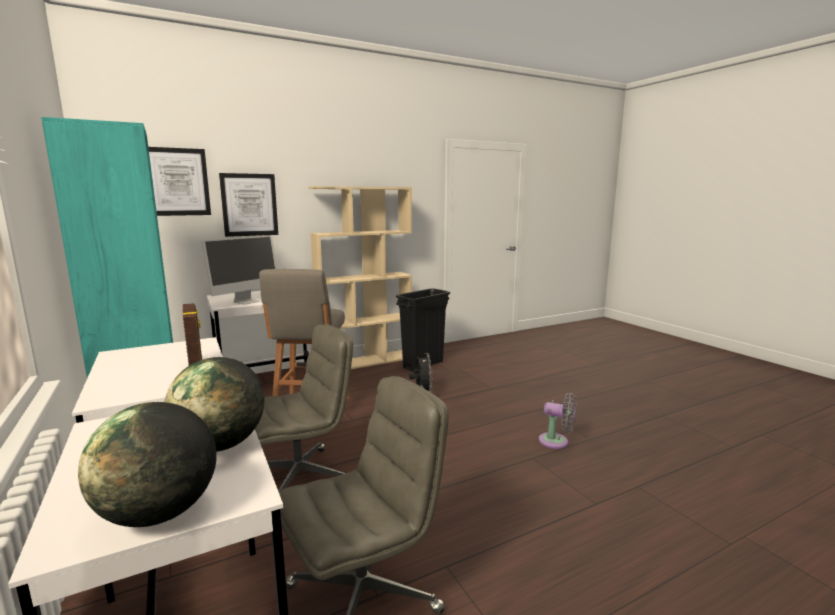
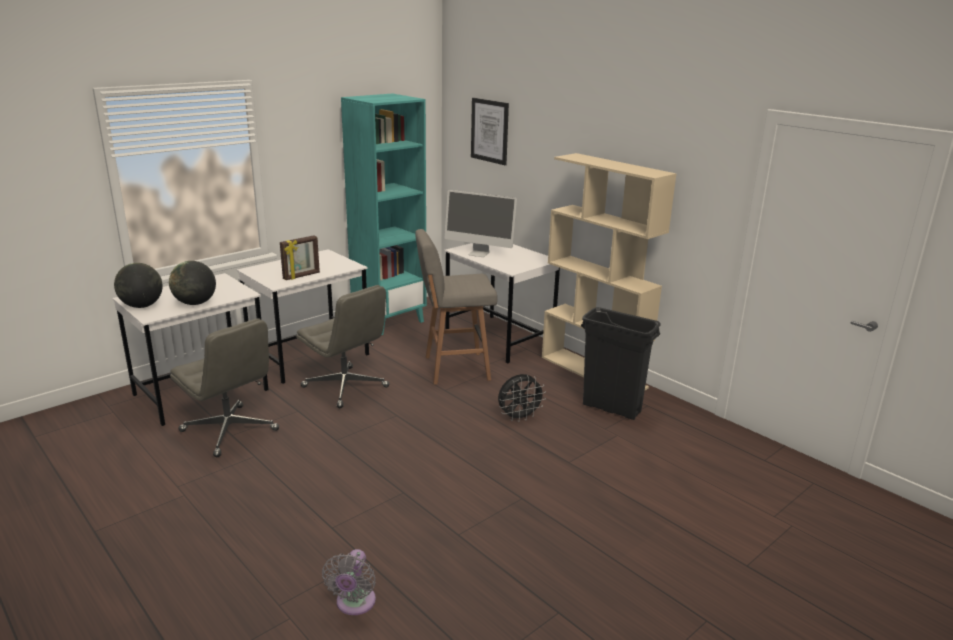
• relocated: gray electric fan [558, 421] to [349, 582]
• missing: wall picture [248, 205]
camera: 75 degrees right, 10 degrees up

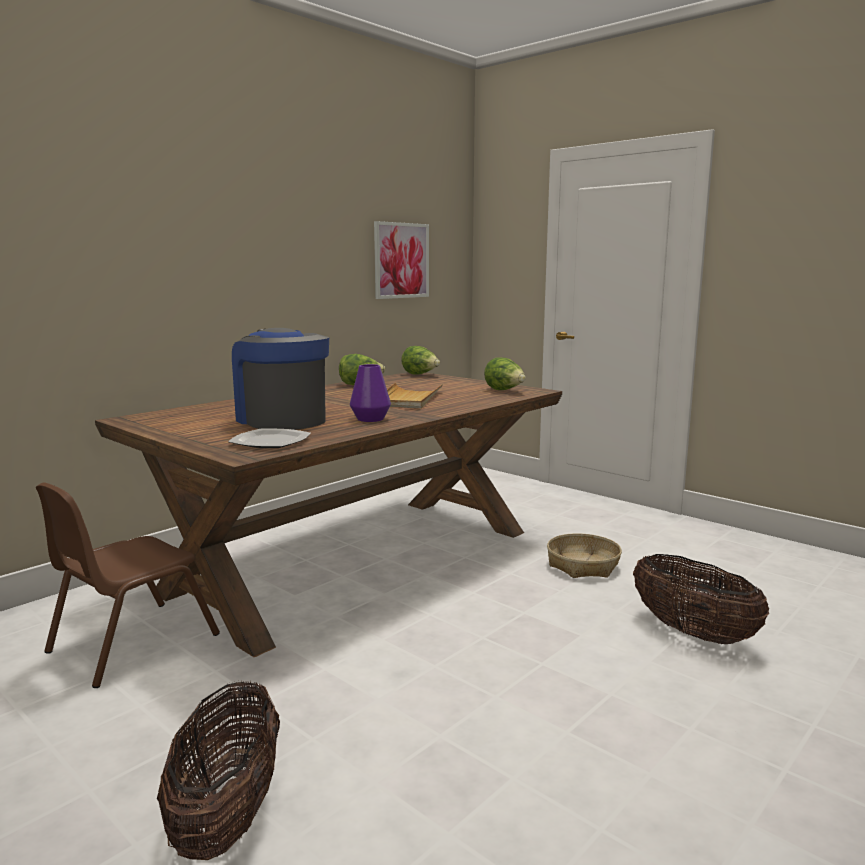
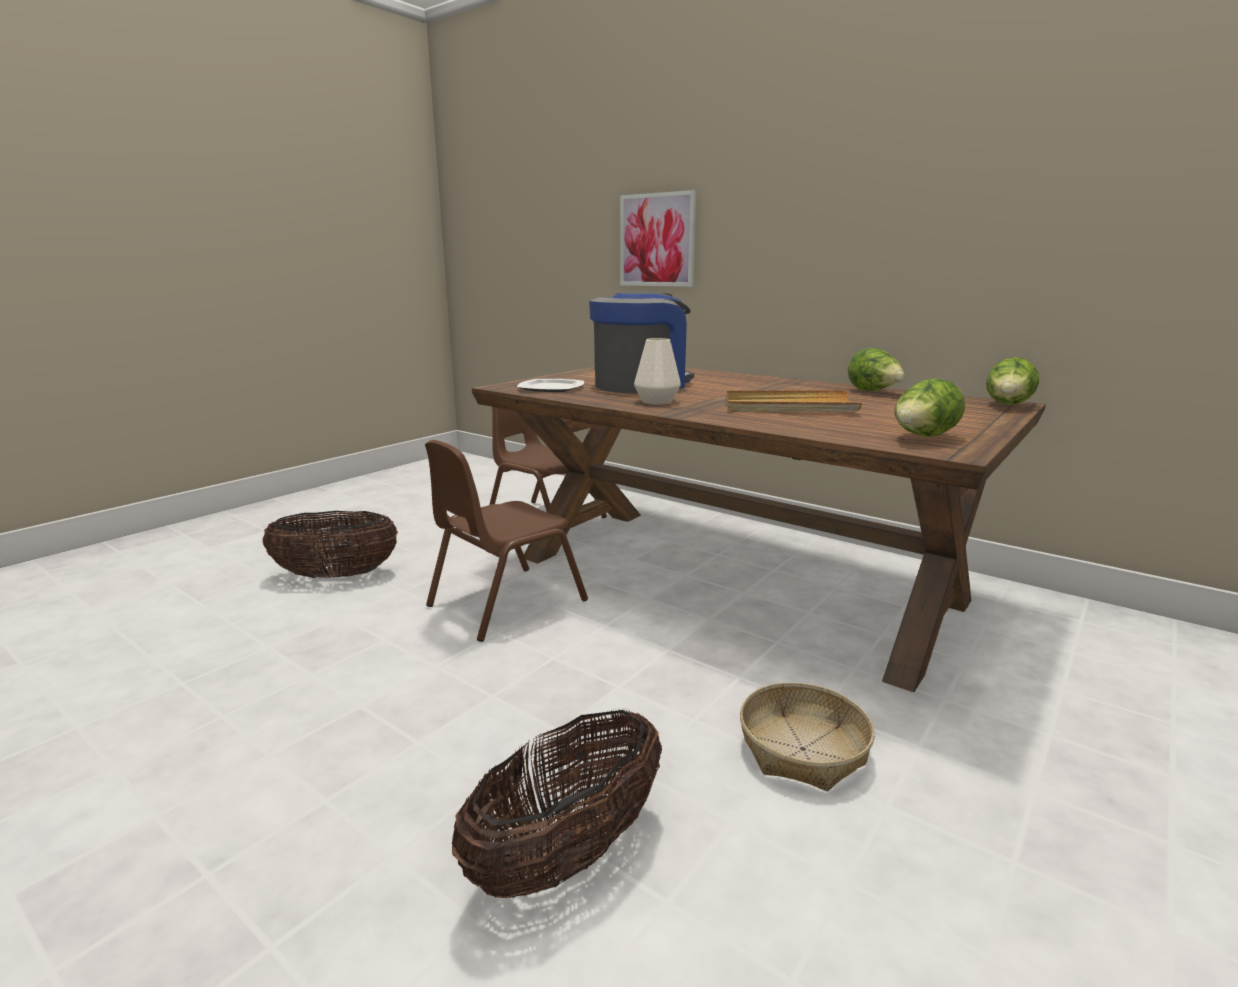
• appeared: brownish plain chair [506, 541]
• relocated: wall picture [401, 260] to [658, 238]
• colour: purple-coloured vase [370, 393] to white vase [657, 371]
camera: 85 degrees right, 5 degrees up

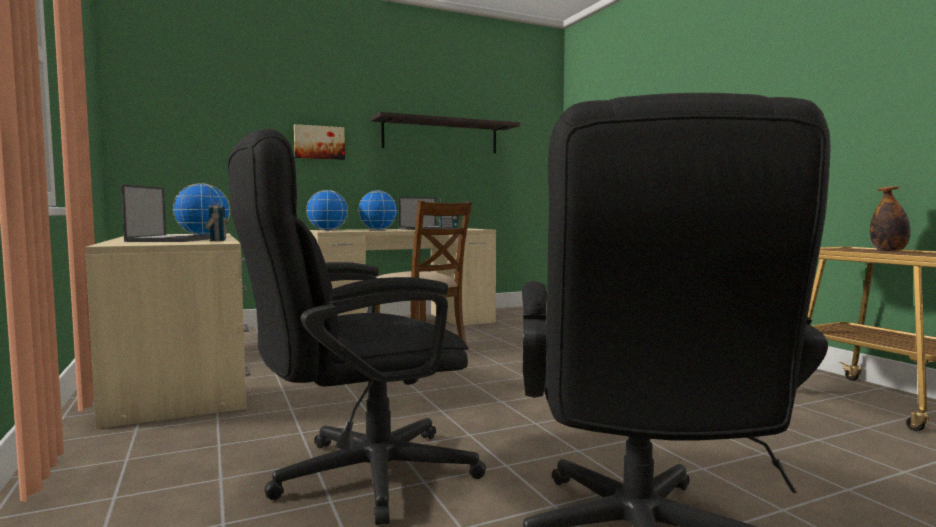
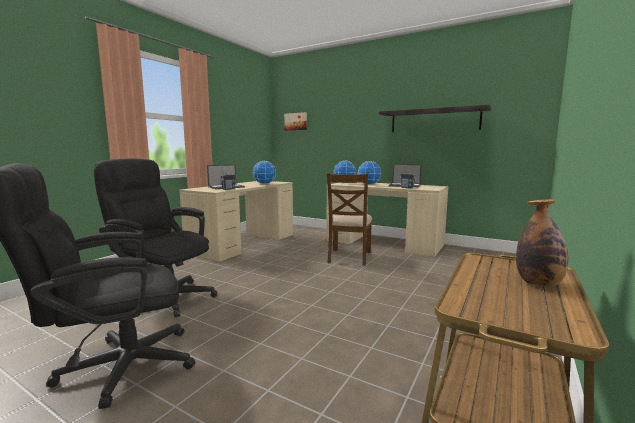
• relocated: wall picture [319, 142] to [295, 121]
camera: 55 degrees right, 5 degrees up

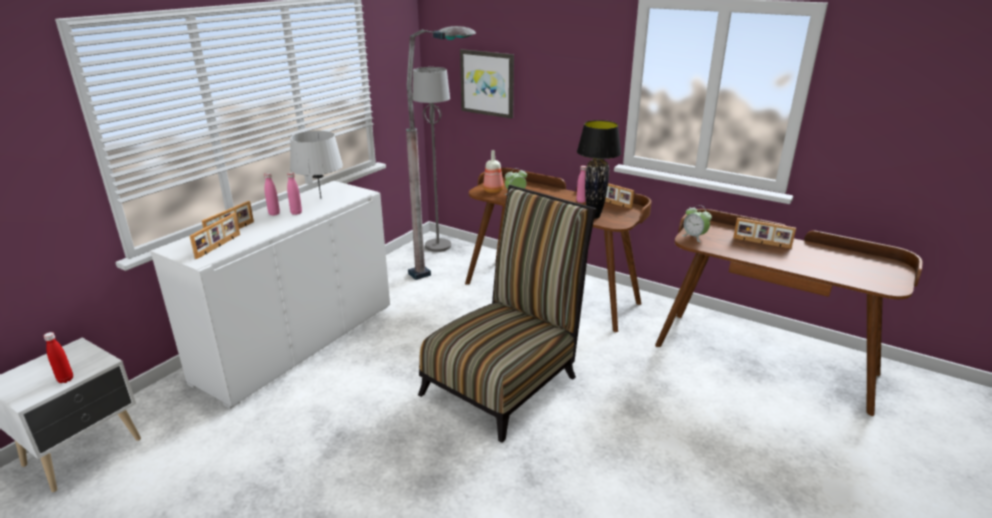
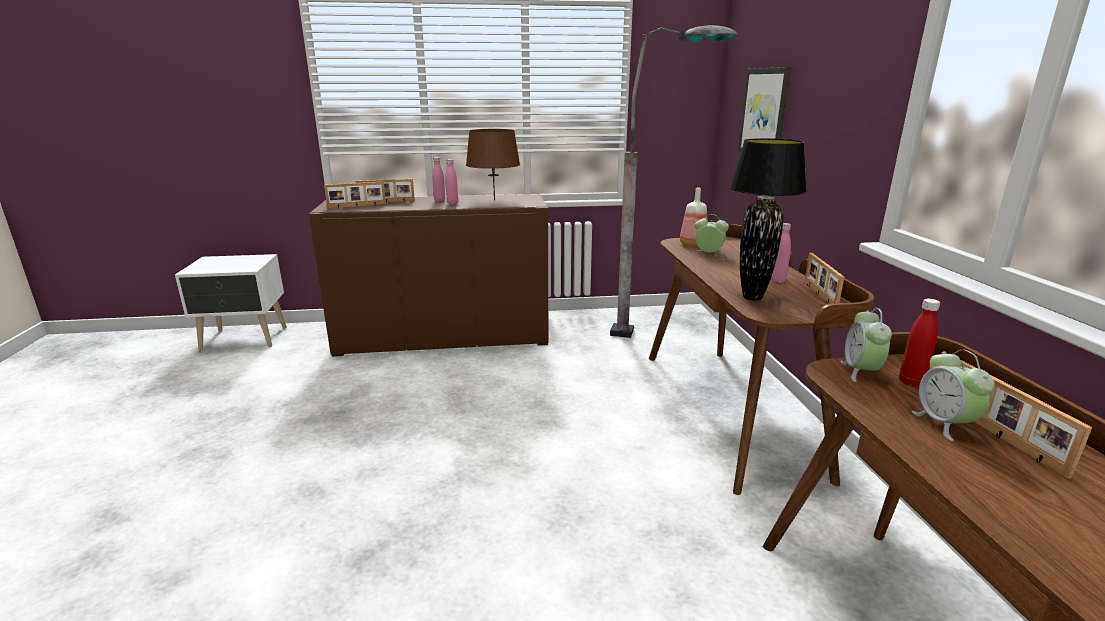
• colour: white storage cabinet [270, 295] to brownish storage cabinet [428, 275]
• colour: gray lamp for a table [316, 164] to brownish lamp for a table [493, 165]
• relocated: red bottle [58, 357] to [919, 343]
• appeared: alarm clock [952, 395]
• missing: gray standing lamp [432, 159]
• missing: plain chair [507, 314]
camera: 50 degrees right, 5 degrees down

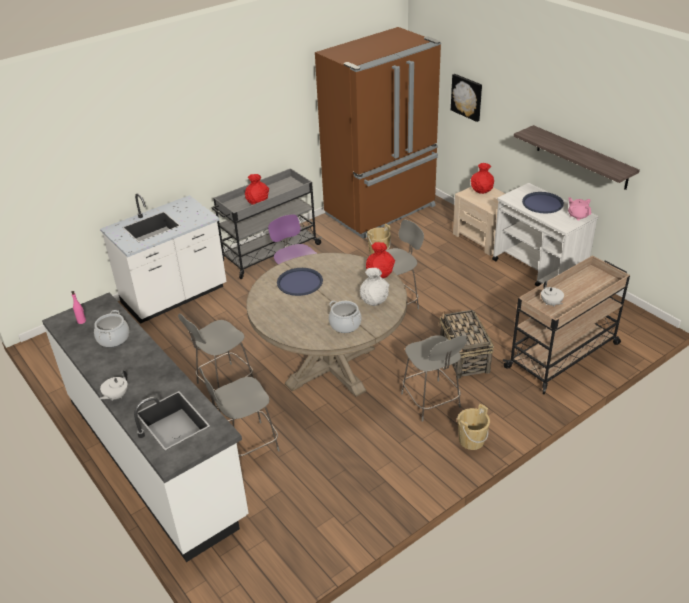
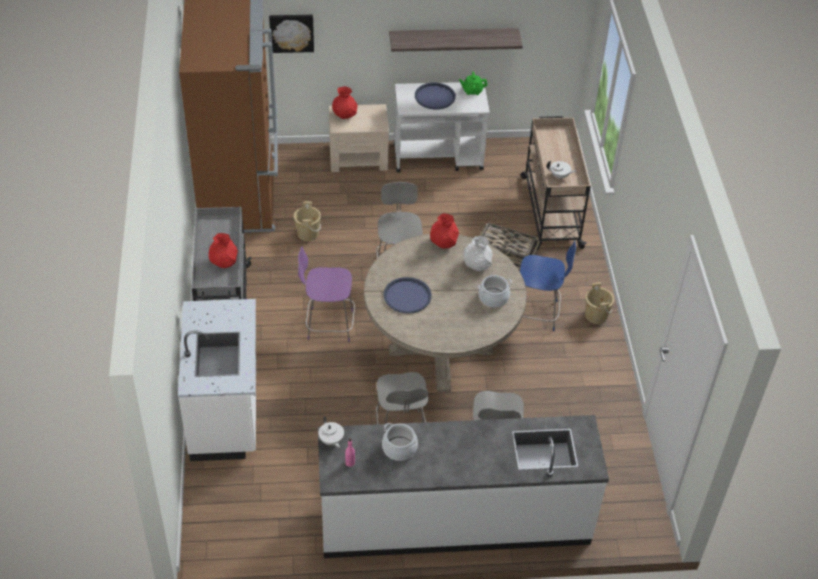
• relocated: white tea pot [113, 385] to [331, 432]
• colour: pink tea pot [579, 208] to greenish tea pot [473, 83]
• colour: gray plain chair [434, 378] to blue-coloured plain chair [548, 285]
camera: 60 degrees left, 10 degrees up

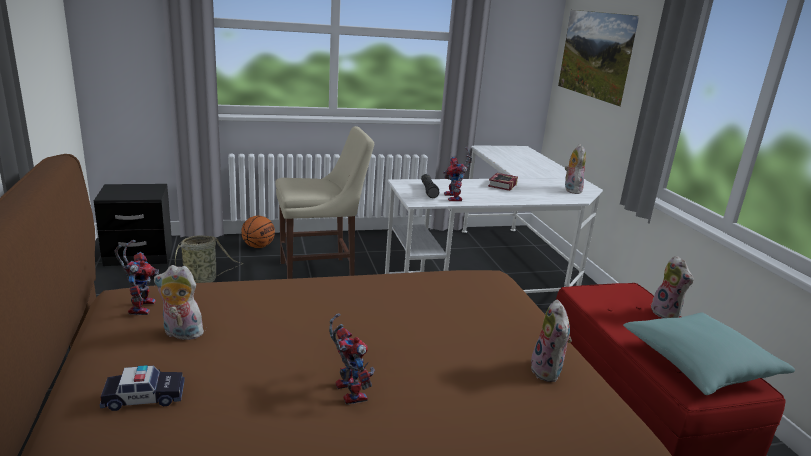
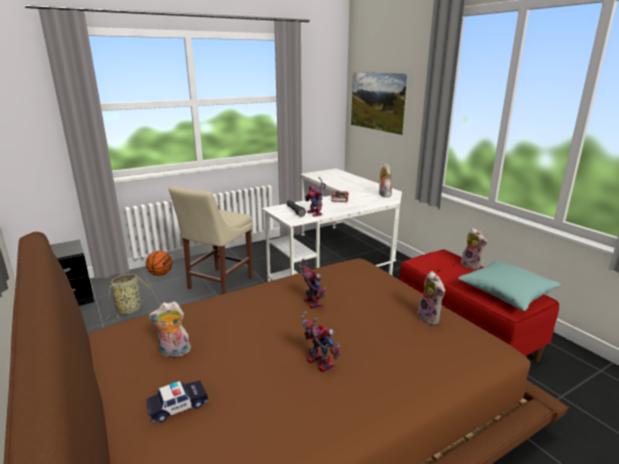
• spun: beige-coloured plain chair [324, 202] = [211, 240] 150 degrees clockwise
• relocated: model robot [136, 277] to [312, 283]
camera: 15 degrees left, 0 degrees up

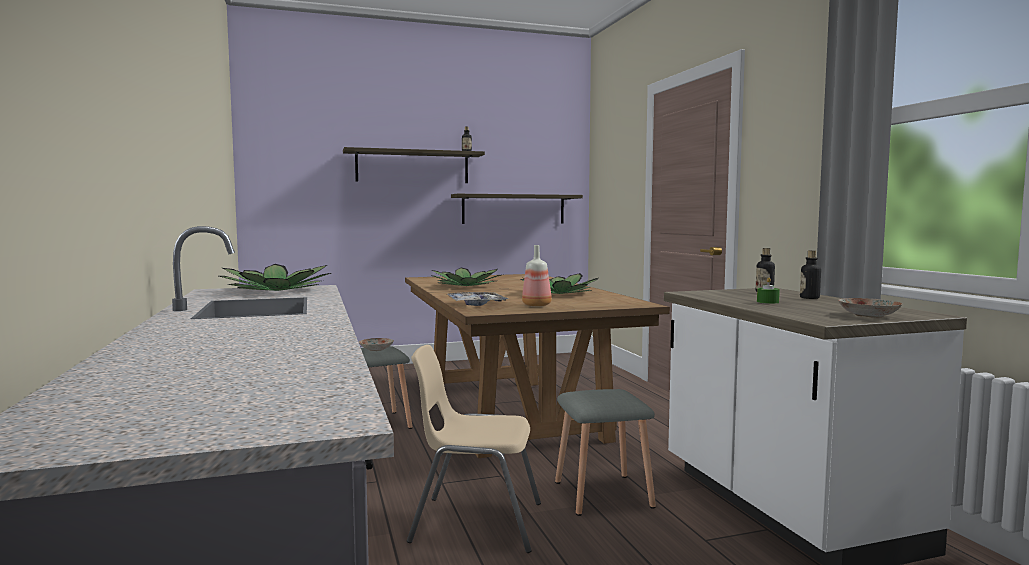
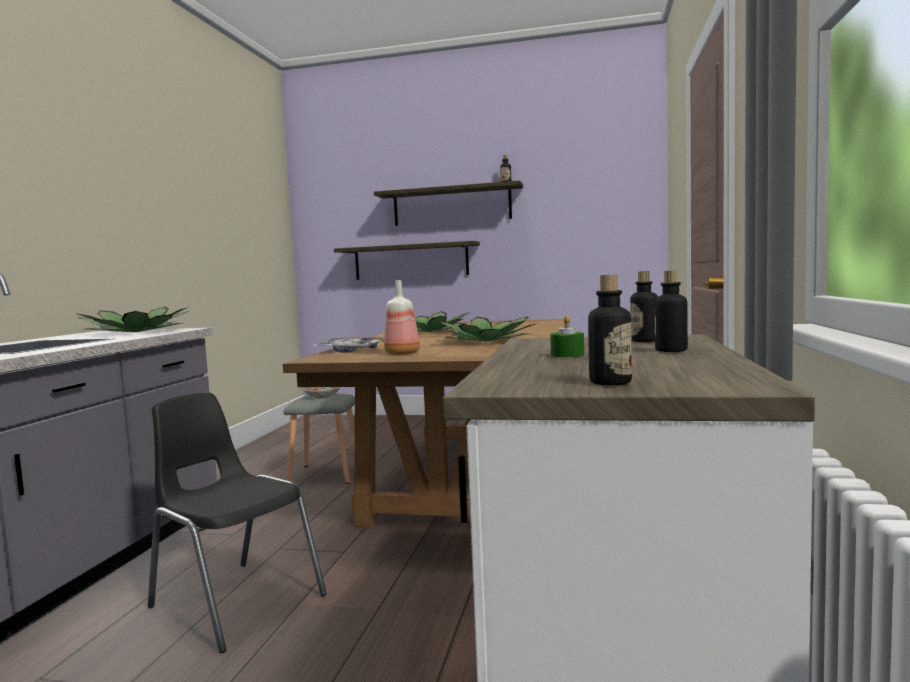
• colour: beige-coloured plain chair [474, 449] to black plain chair [237, 523]
• relocated: wall shelf [517, 209] to [407, 260]
• exchanged: dinner plate [870, 308] to bottle [610, 330]
• missing: gray stool [605, 452]
camera: 30 degrees right, 0 degrees up

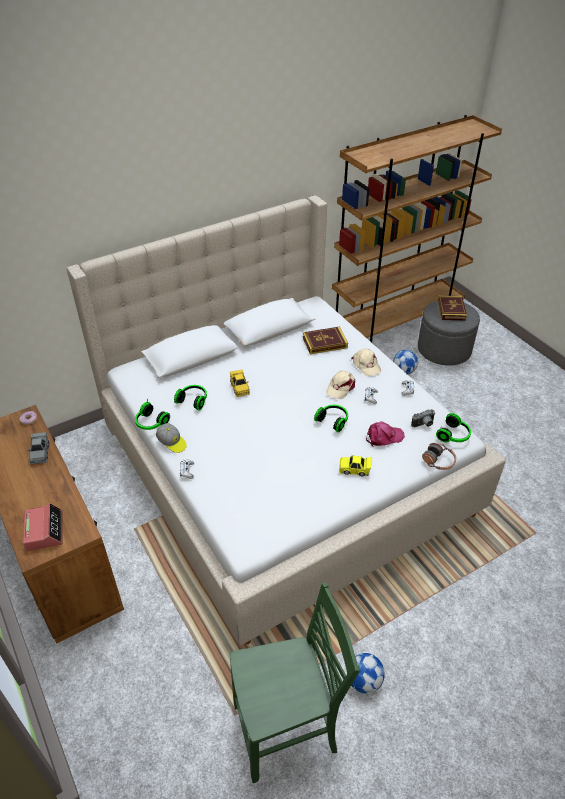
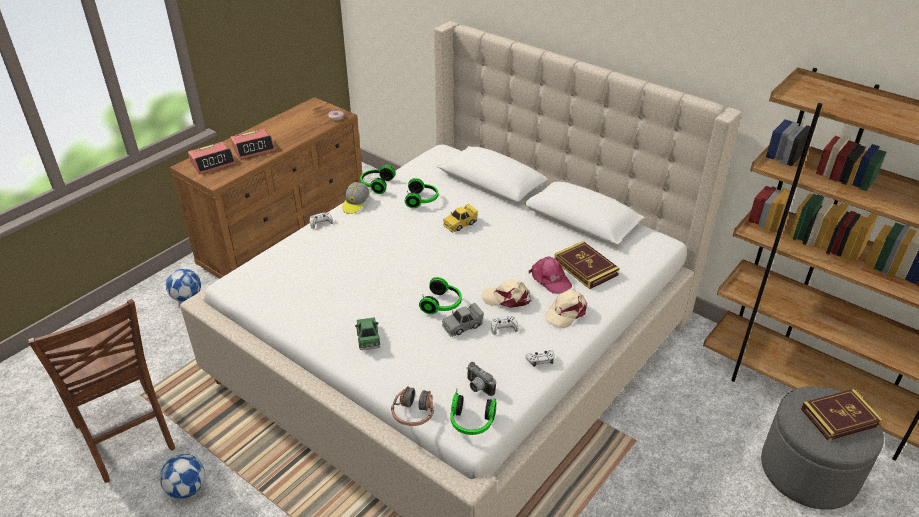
• colour: greenish plain chair [295, 682] to brownish plain chair [101, 391]
• relocated: ball for football [405, 362] to [183, 285]
• appeared: alarm clock [252, 144]
• colour: yellowish model car [355, 465] to greenish model car [367, 334]
• relocated: gray model car [38, 448] to [463, 320]
• relocated: pink baseball cap [385, 434] to [550, 275]
camera: 70 degrees right, 5 degrees down

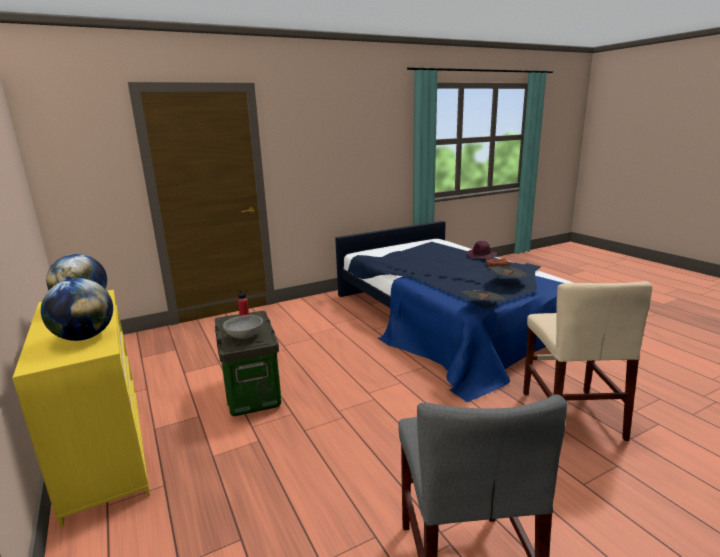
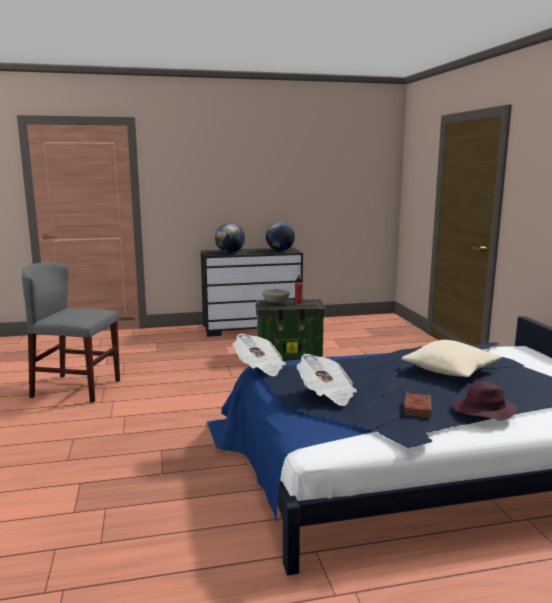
• colour: yellowish chest of drawers [81, 409] to black chest of drawers [252, 292]
• appeared: beige-coloured pillow [451, 358]
• missing: beige-coloured plain chair [587, 361]
camera: 105 degrees right, 5 degrees down

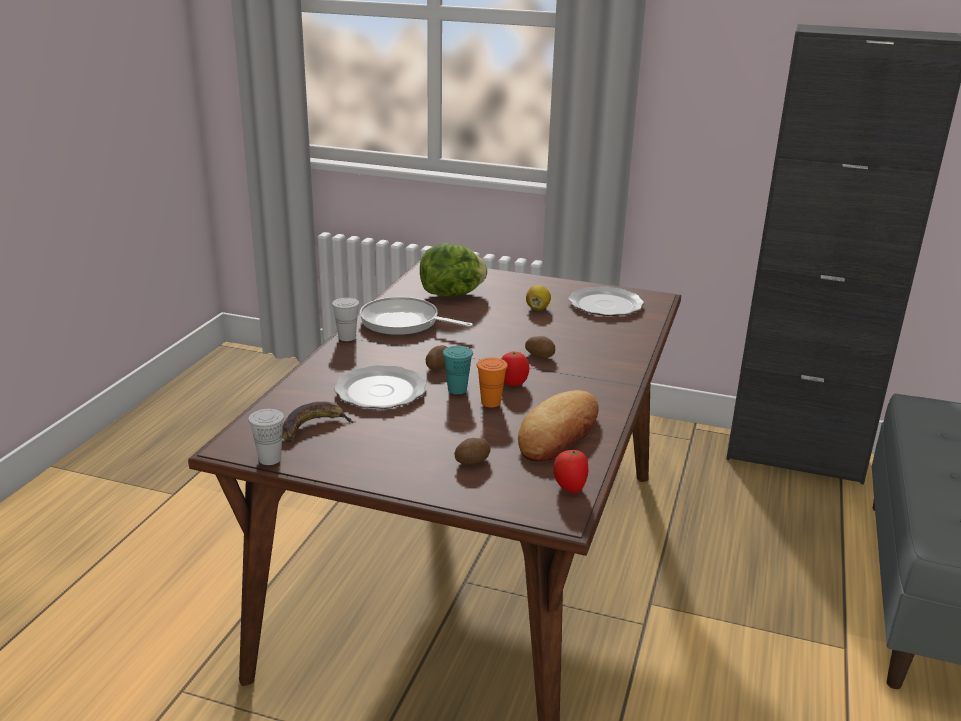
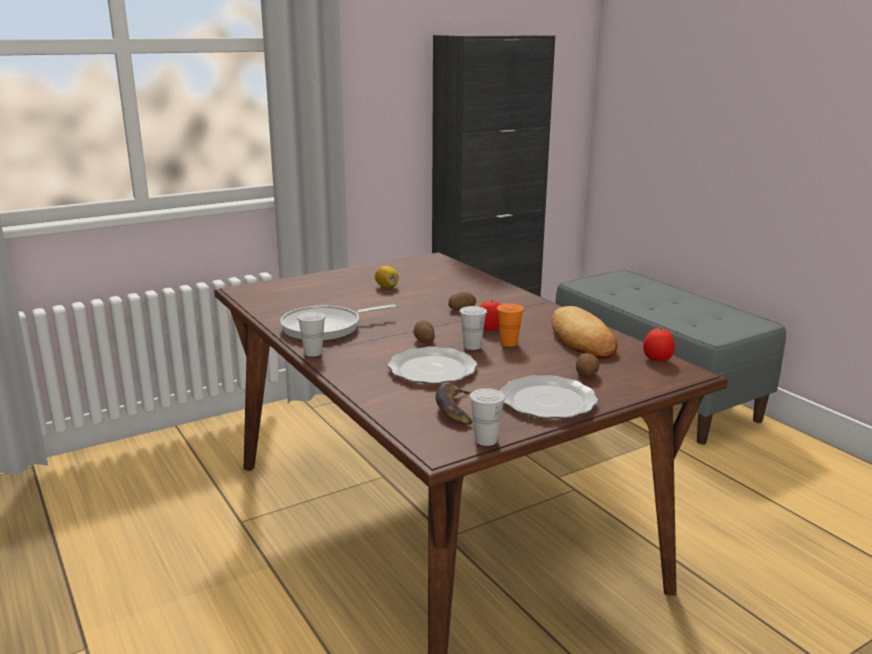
• colour: turquoise drinking cup [458, 370] to white drinking cup [473, 328]
• relocated: dinner plate [606, 301] to [549, 396]
• missing: lettuce head [453, 269]
camera: 50 degrees left, 5 degrees down

